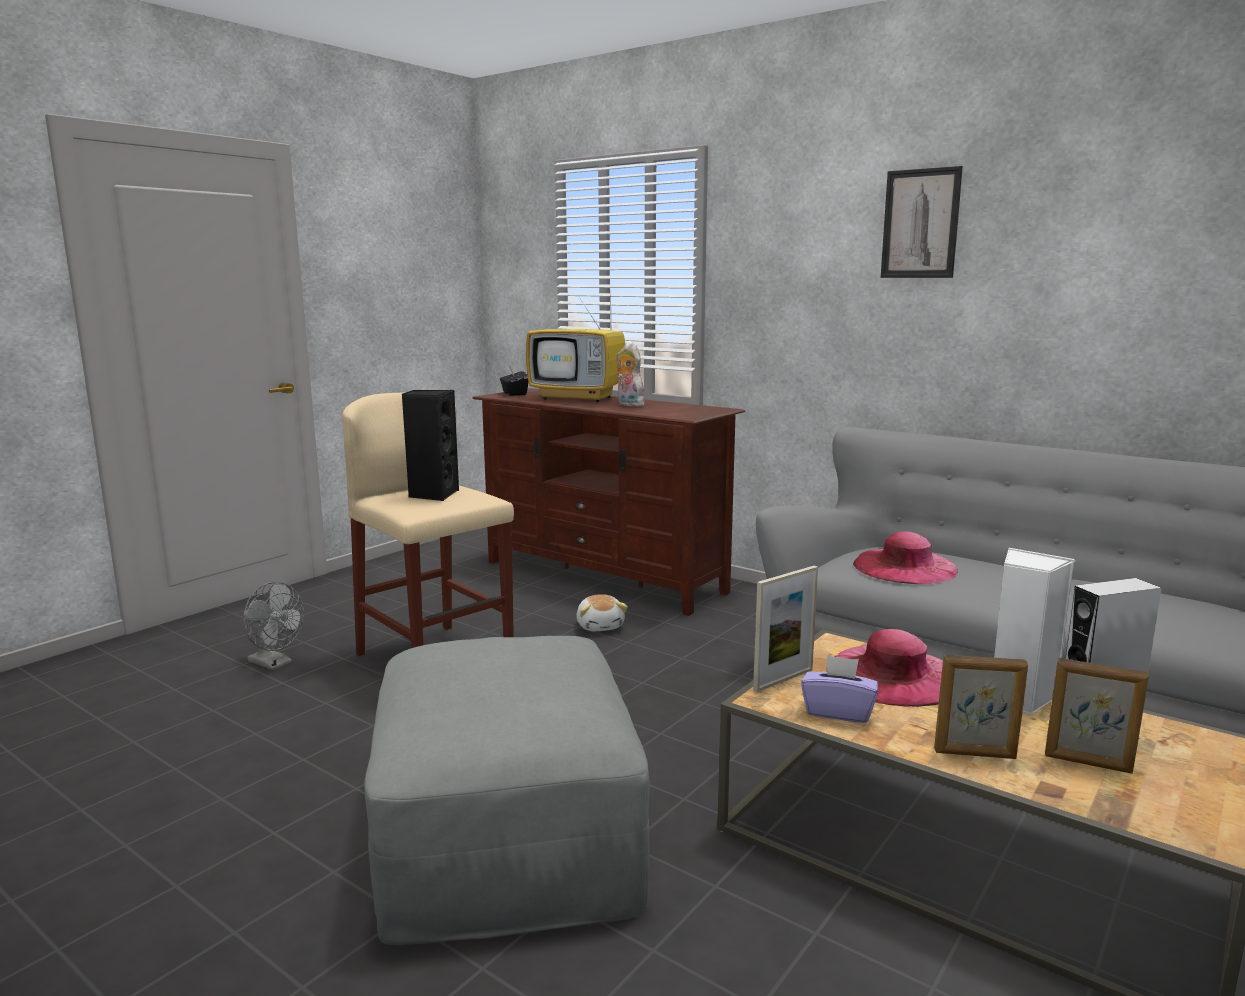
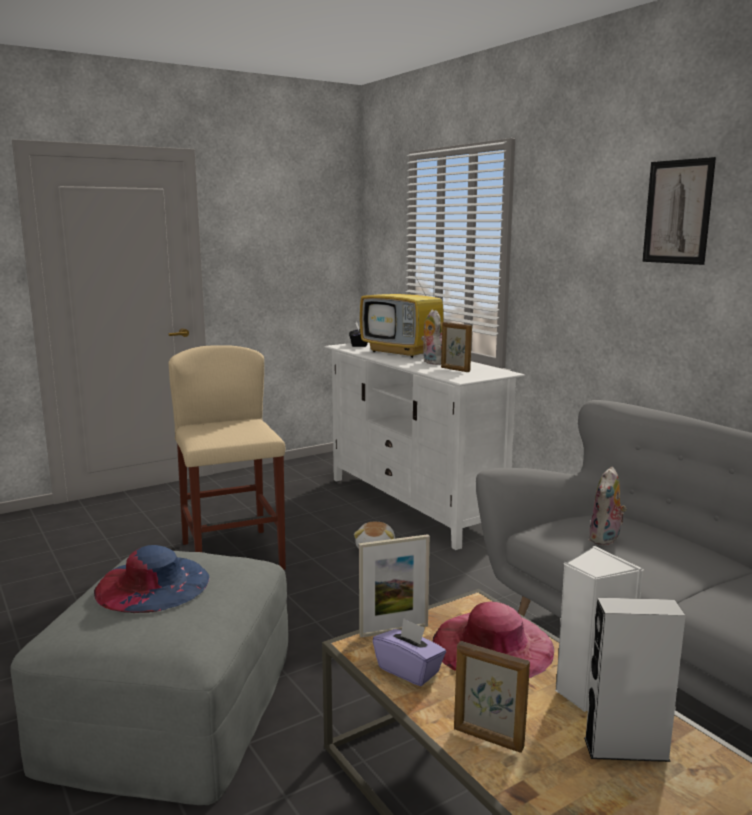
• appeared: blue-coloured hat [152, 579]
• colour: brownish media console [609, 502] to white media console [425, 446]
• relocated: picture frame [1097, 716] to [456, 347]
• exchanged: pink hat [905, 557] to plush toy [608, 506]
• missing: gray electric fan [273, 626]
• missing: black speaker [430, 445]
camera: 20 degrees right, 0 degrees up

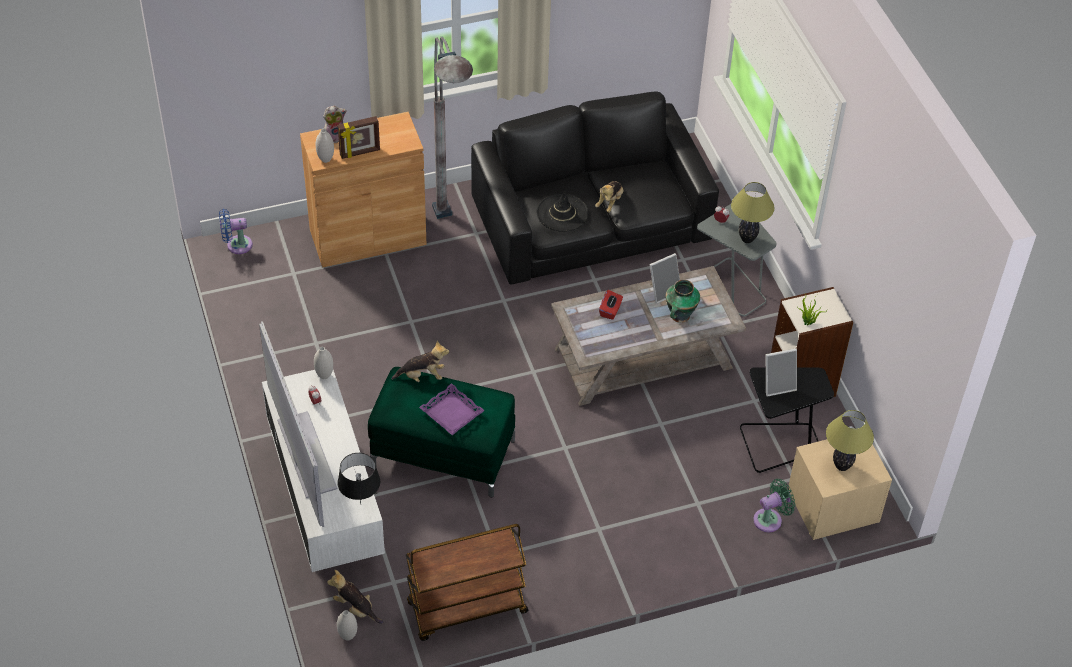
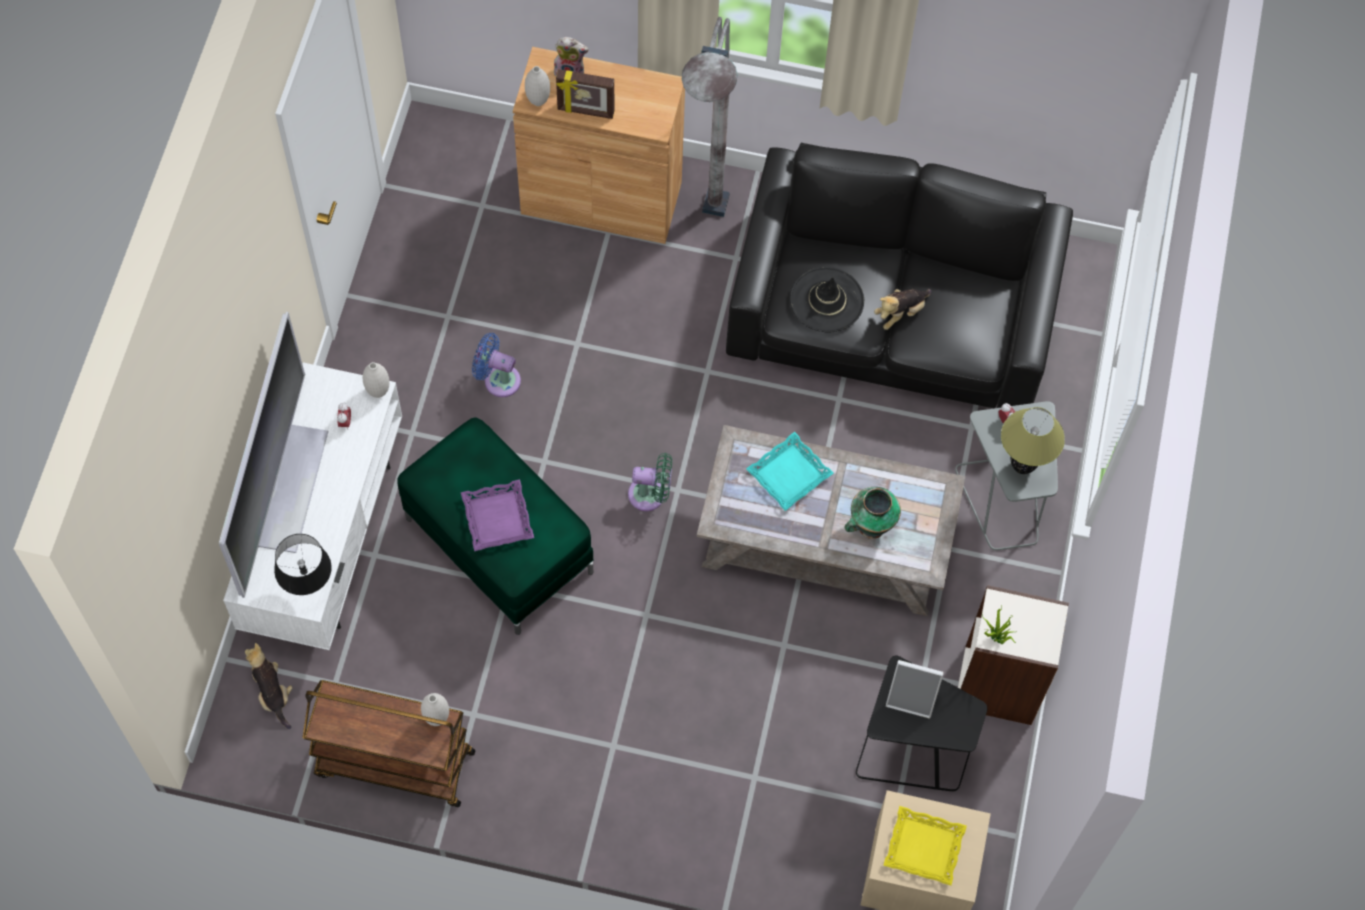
• relocated: white vase [347, 625] to [435, 709]
• relocated: blue-coloured electric fan [236, 231] to [496, 365]
• relocated: greenish electric fan [774, 505] to [650, 482]
• exchanged: red tissue holder [611, 305] to turquoise tray [790, 471]
• exchanged: lamp for a table [850, 440] to yellowish tray [925, 846]
• missing: plush toy [420, 361]
• missing: picture frame [665, 278]
camera: 30 degrees right, 15 degrees up

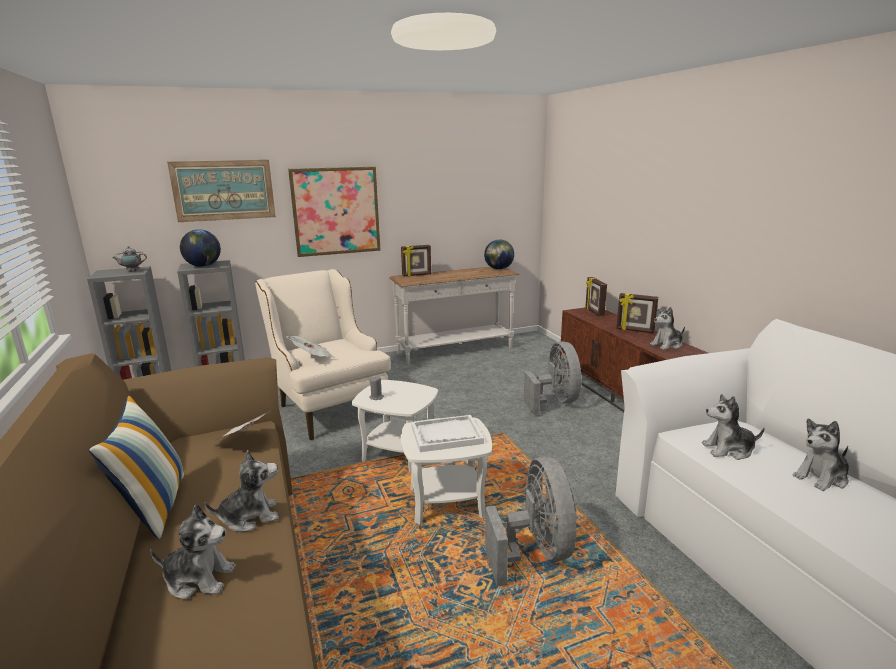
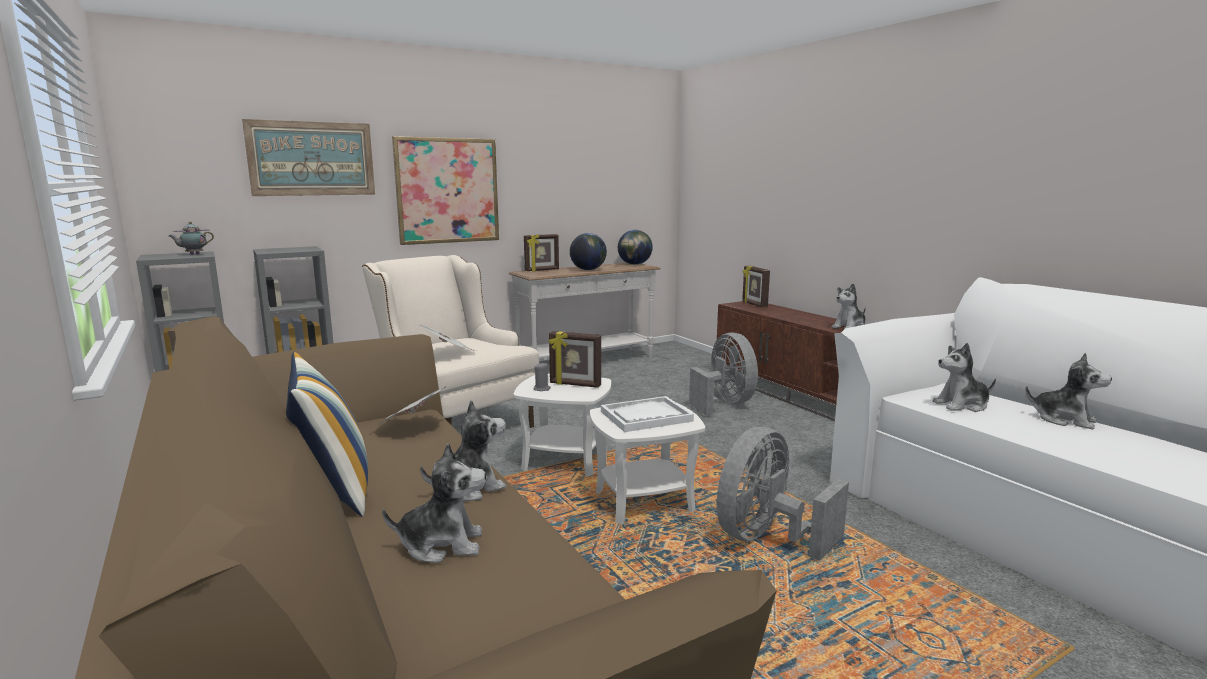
• relocated: picture frame [637, 313] to [575, 359]
• relocated: world globe [200, 248] to [588, 251]
• spun: gray electric fan [531, 521] = [783, 494] 120 degrees counterclockwise
• spun: plush toy [821, 455] = [1068, 391] 105 degrees counterclockwise
camera: 10 degrees left, 5 degrees down

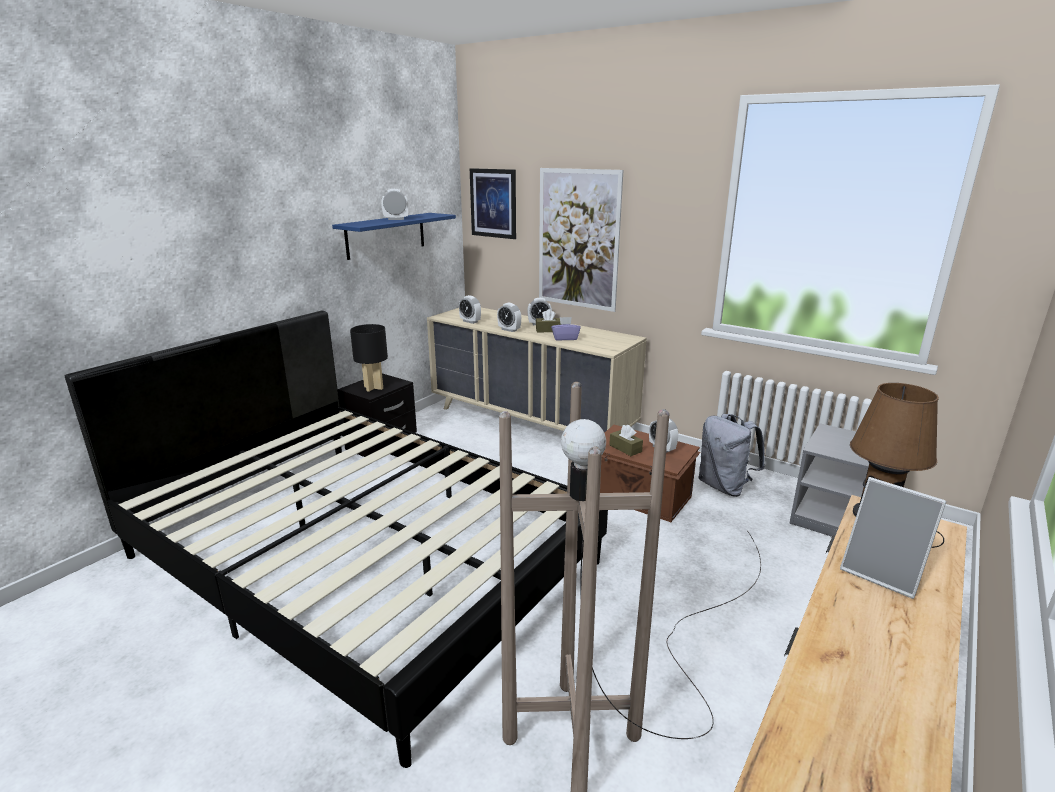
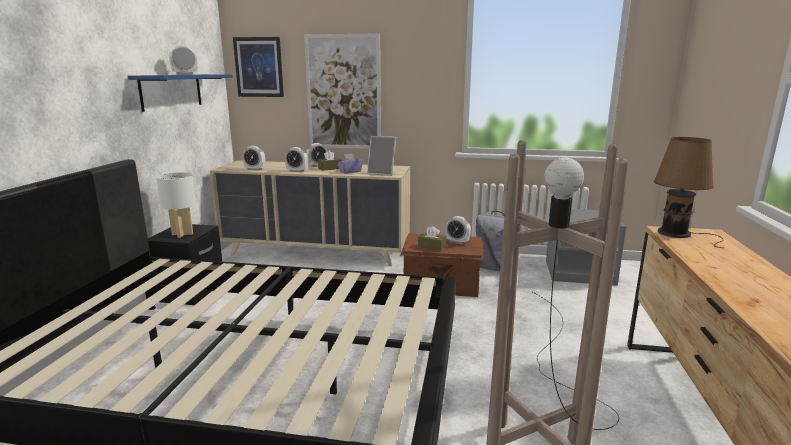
• colour: black lamp for a table [369, 358] to white lamp for a table [176, 205]
• relocated: picture frame [893, 538] to [381, 156]
camera: 25 degrees left, 5 degrees down

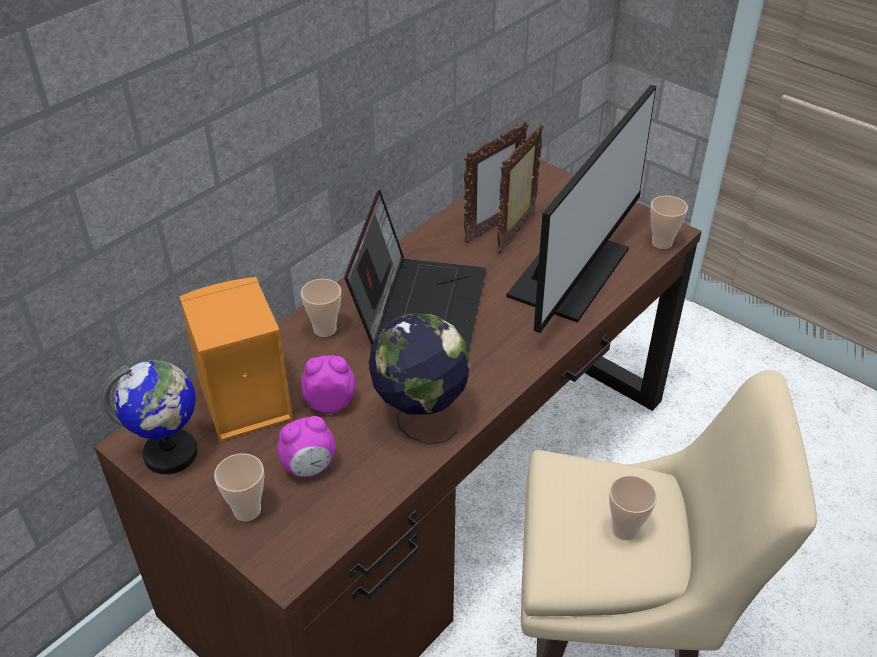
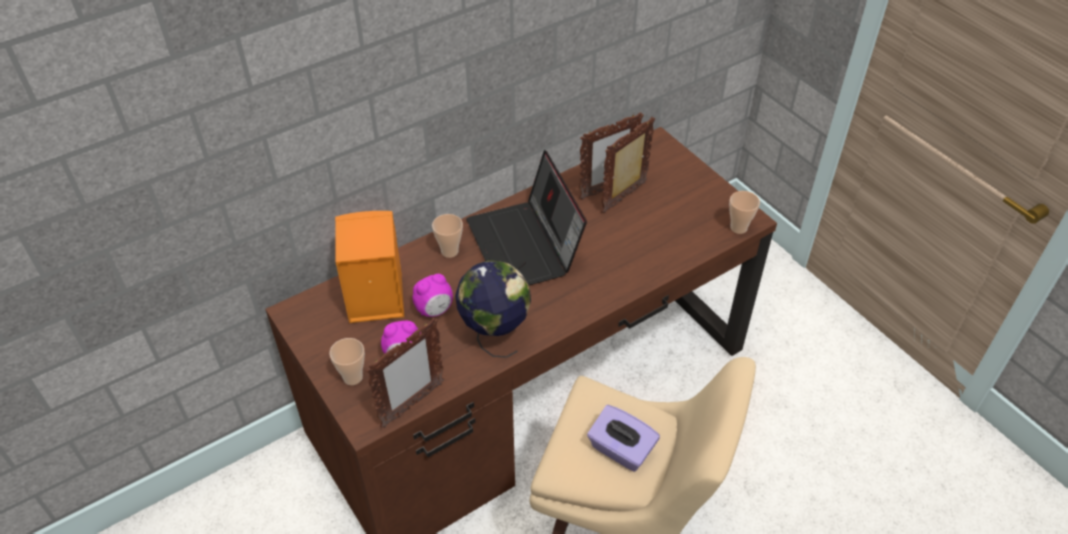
• appeared: picture frame [405, 373]
• spun: alarm clock [328, 385] = [433, 295] 135 degrees clockwise
• spun: portable computer [415, 270] = [526, 217] 135 degrees clockwise
• exchanged: drinking cup [633, 507] to purple-coloured tissue holder [623, 438]
• missing: world globe [149, 417]
• missing: computer display [581, 209]
camera: 15 degrees right, 5 degrees up

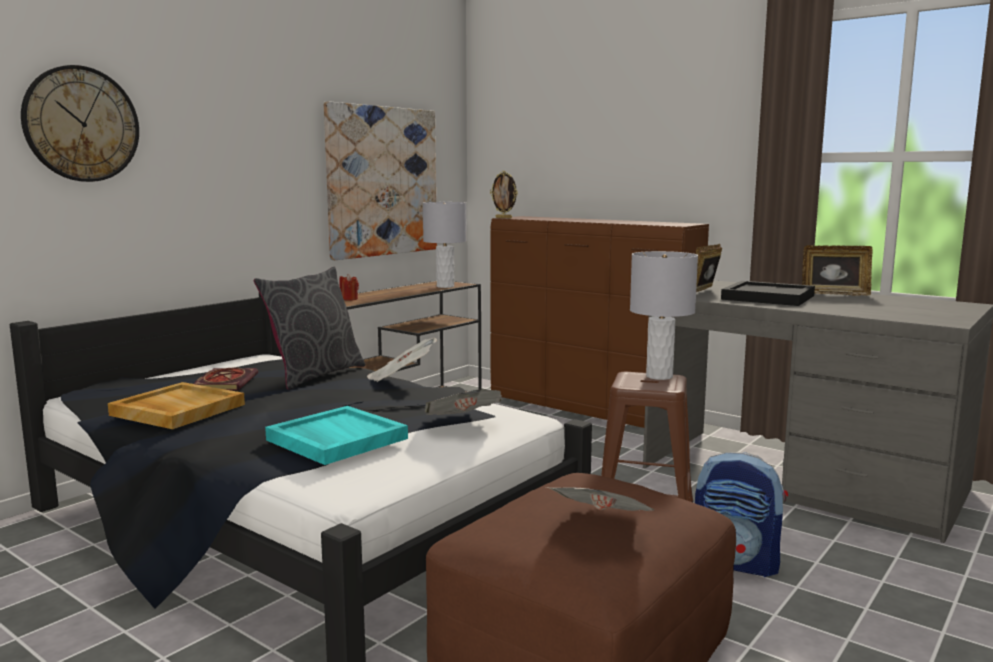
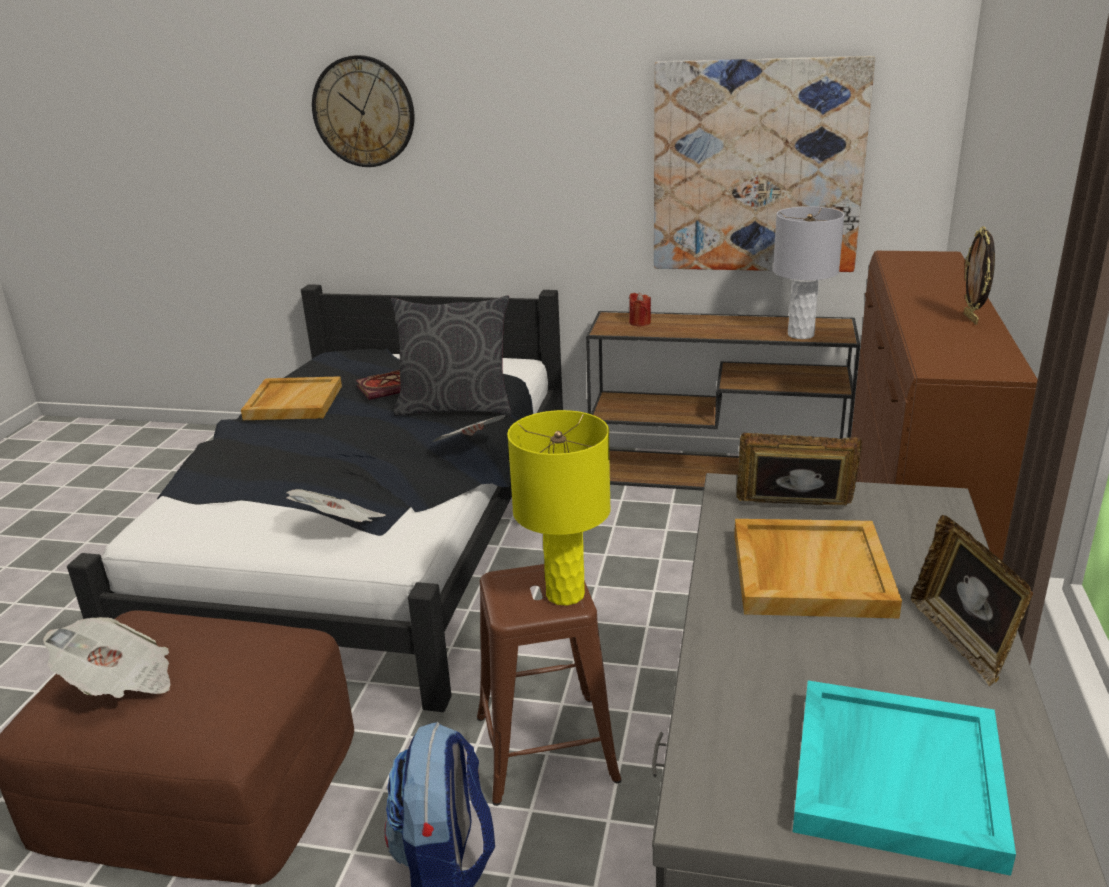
• colour: gray lamp for a table [664, 315] to yellowish lamp for a table [559, 508]
• colour: black tray [768, 293] to beige-coloured tray [818, 569]
• relocated: turquoise tray [336, 435] to [904, 778]
• relocated: picture frame [504, 194] to [979, 275]
camera: 65 degrees right, 15 degrees up

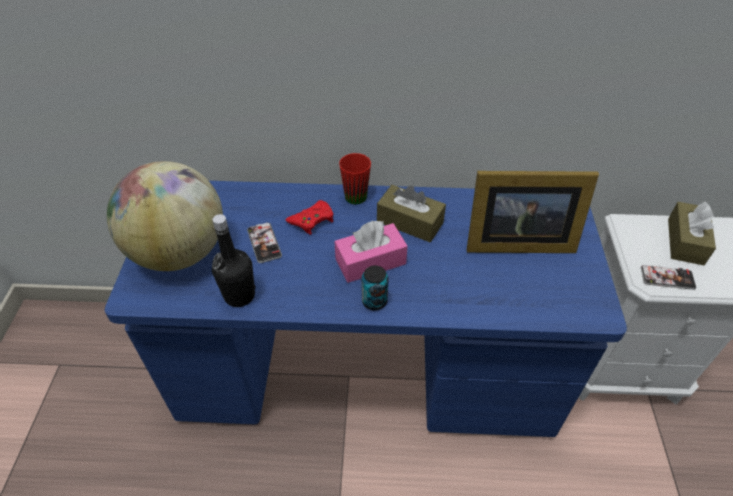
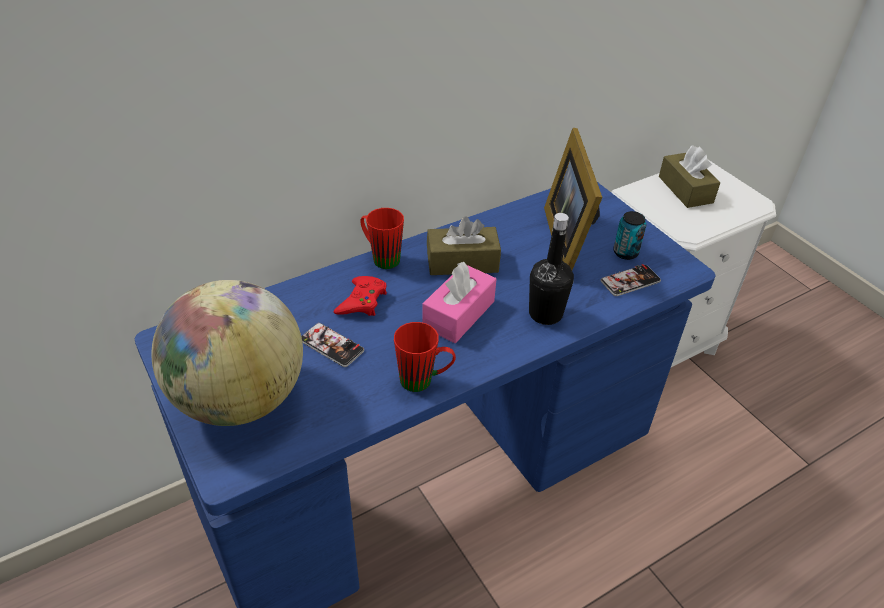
• appeared: red tea mug [425, 357]
• relocated: black bottle [234, 260] to [551, 269]
• spun: picture frame [533, 212] = [573, 199] 120 degrees clockwise
• relocated: phone [668, 277] to [630, 280]
• relocated: sealed can [375, 287] to [629, 235]
camera: 35 degrees left, 5 degrees down

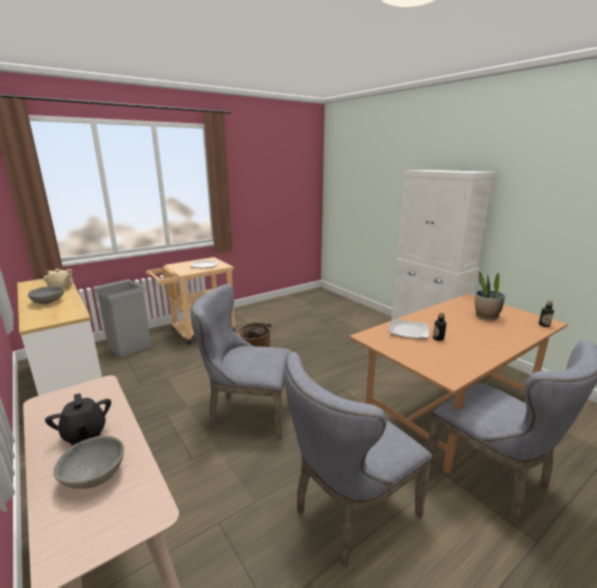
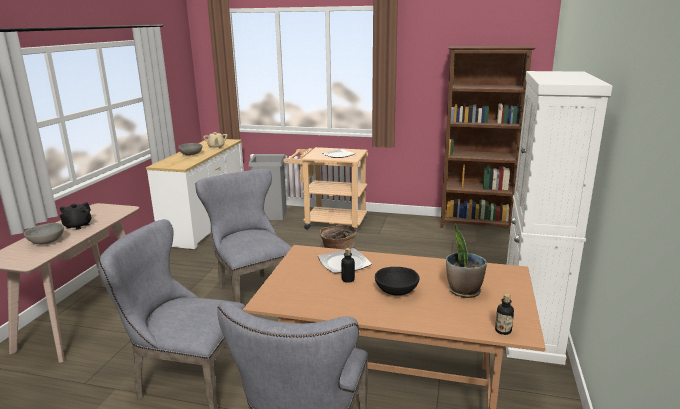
• appeared: black serving bowl [397, 281]
• appeared: brownish shelving unit [488, 139]
camera: 50 degrees right, 0 degrees up

